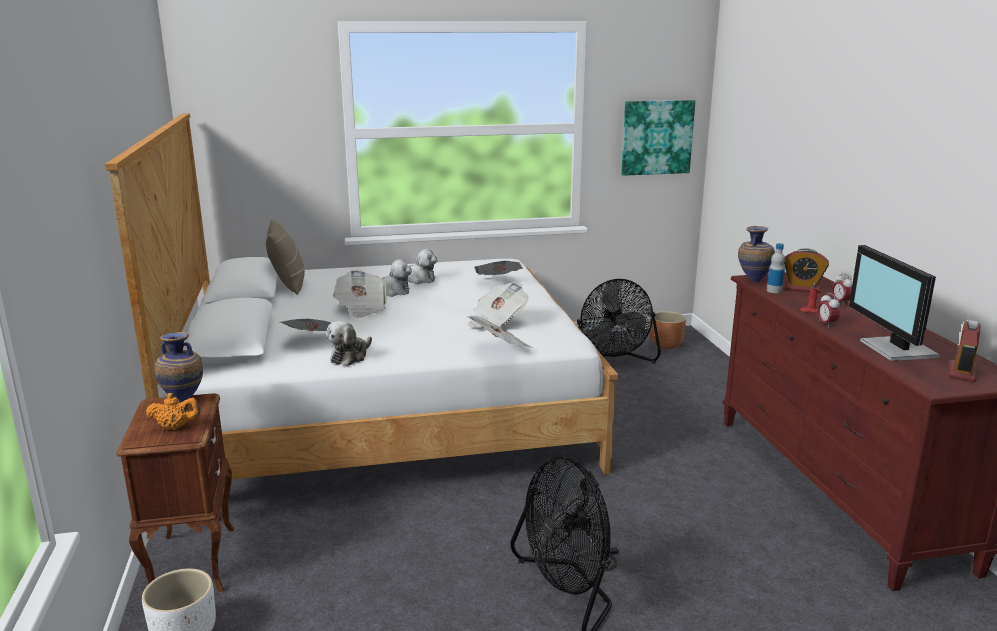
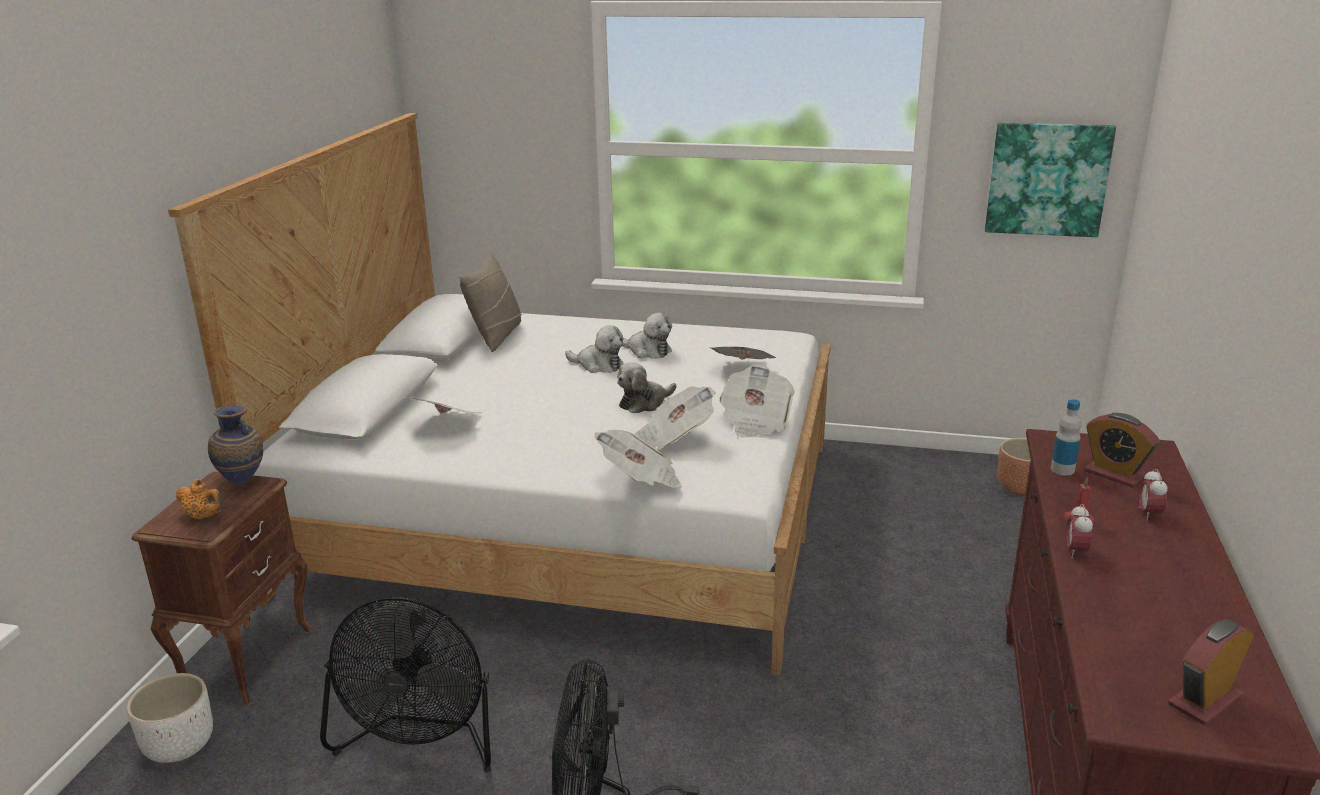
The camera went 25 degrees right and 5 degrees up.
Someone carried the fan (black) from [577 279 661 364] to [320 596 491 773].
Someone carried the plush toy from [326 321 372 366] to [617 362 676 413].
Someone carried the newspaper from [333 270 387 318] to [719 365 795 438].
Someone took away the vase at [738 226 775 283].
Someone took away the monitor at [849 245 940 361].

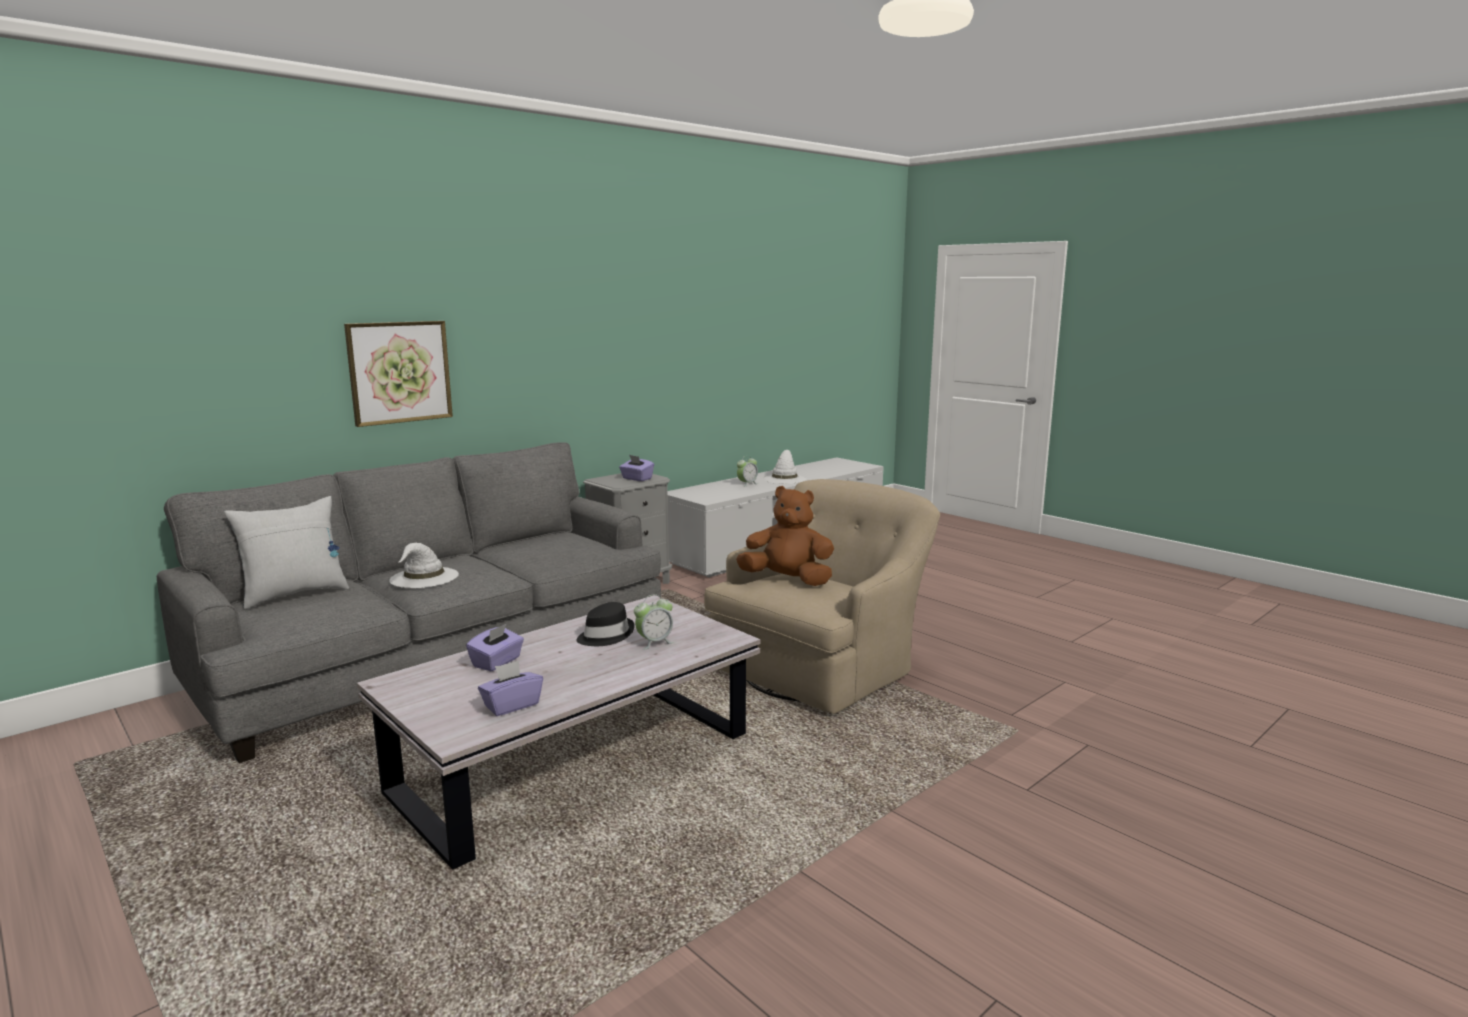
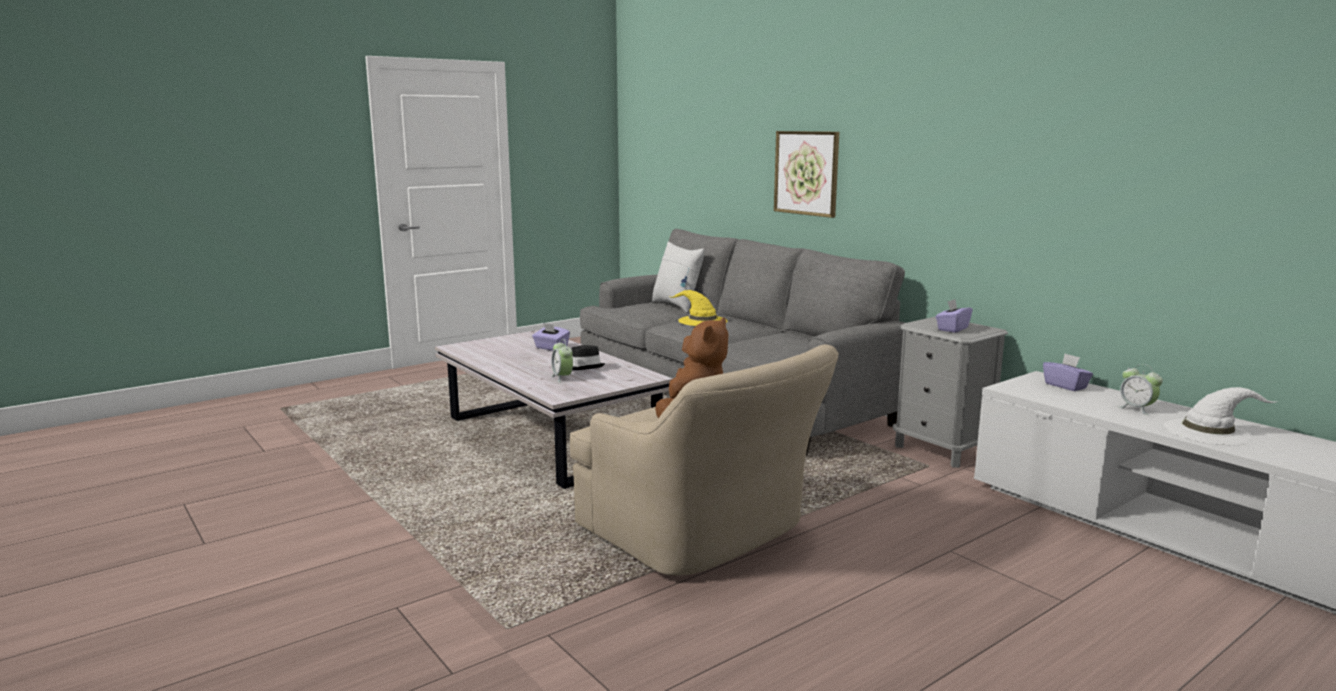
The camera went 95 degrees right and 0 degrees up.
Someone repainted the hat (white) at [389 543 459 588], which became the hat (yellow) at [668 290 728 326].
Someone carried the tissue box (purple) from [478 660 543 716] to [1043 353 1093 391].

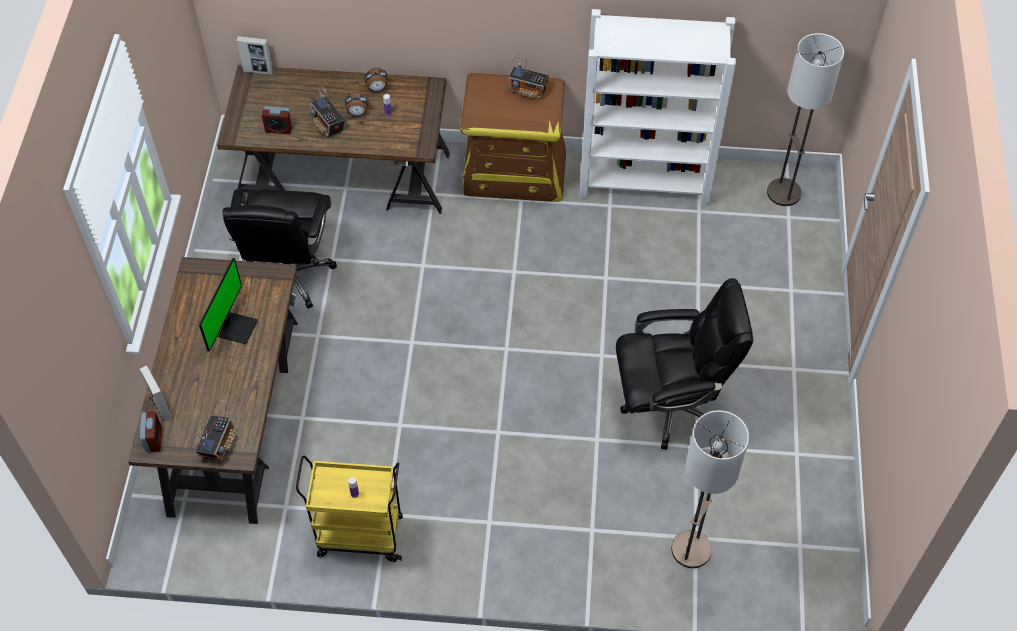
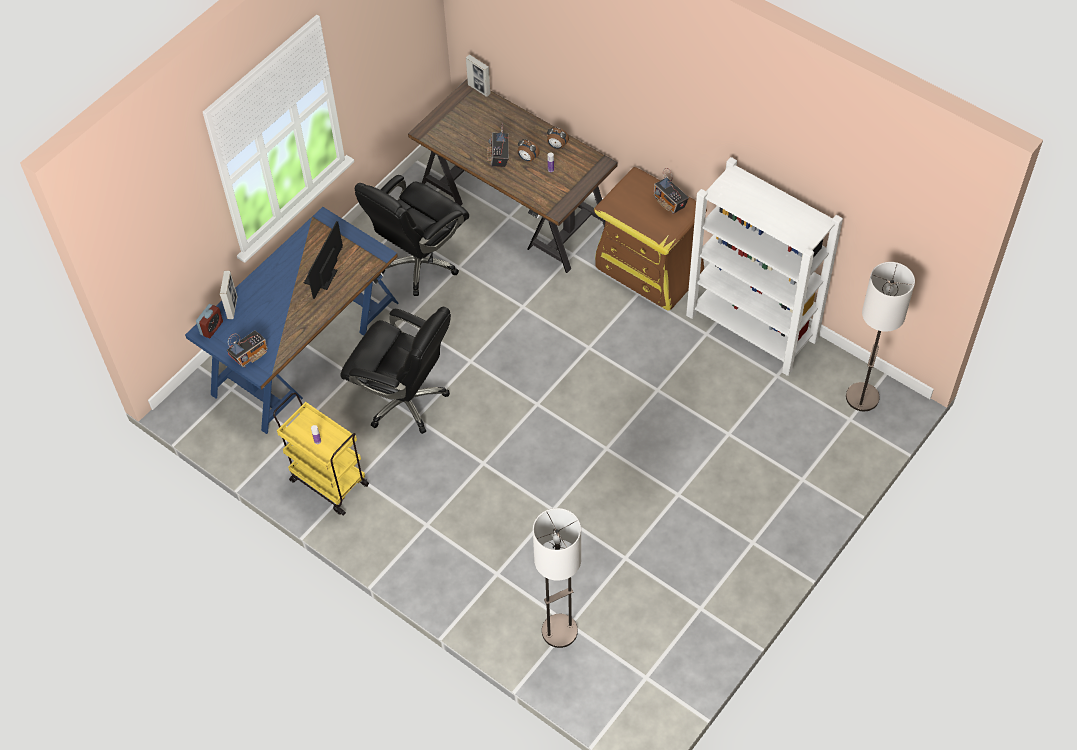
The camera went 35 degrees right and 0 degrees up.
Someone repainted the desk (brown) at [128 257 298 524], which became the desk (blue) at [185 207 398 434].
Someone rotated the monitor at [199 258 258 351] by 150 degrees clockwise.
Someone carried the office chair (black) from [616 278 753 450] to [340 307 451 434].
Someone took away the alarm clock at [262 106 293 134].

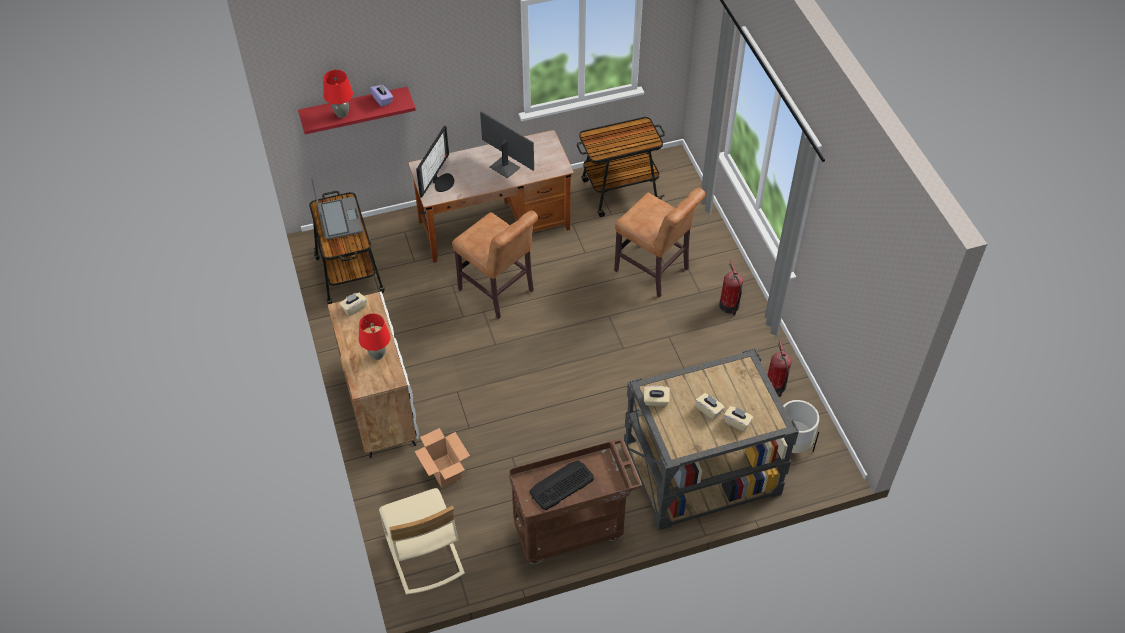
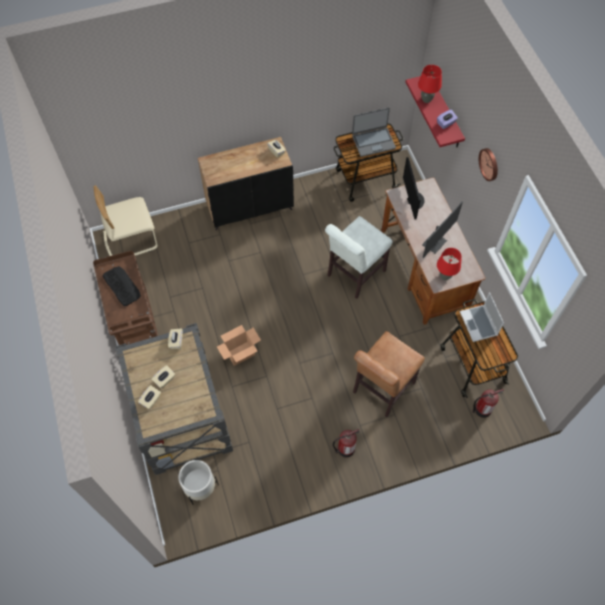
The camera went 90 degrees right and 10 degrees up.
Someone repainted the cabinet (white) at [328 291 419 458], which became the cabinet (black) at [198 137 294 230].
Someone carried the cardboard box from [414 428 470 488] to [217 325 261 366].
Someone repainted the chair (brown) at [452 210 538 319], which became the chair (white) at [325 216 393 299].
Someone rotated the monitor at [416 126 454 198] by 120 degrees counterclockwise.
Someone carried the table lamp (red) from [359 313 390 360] to [437 248 462 280].
Someone put down the laptop at [460 292 504 342].
Someone carried the fire extinguisher from [767 340 792 397] to [472 389 504 418].
Someone put up the wall clock at [479 148 498 181].

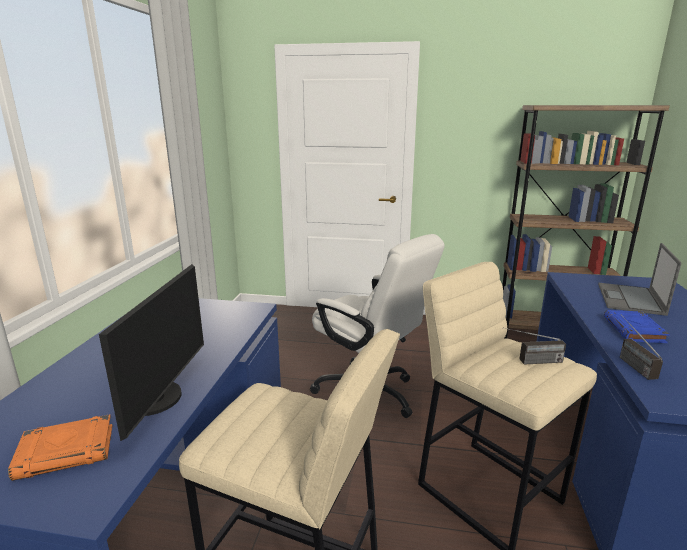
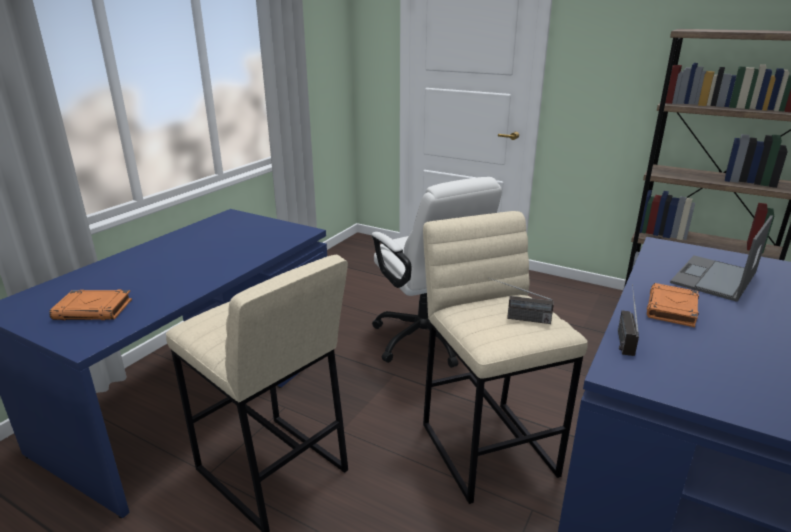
The camera went 20 degrees right and 5 degrees up.
Someone repainted the book (blue) at [604 310 670 343], which became the book (orange) at [647 283 699 327].
Someone took away the monitor at [99 264 204 441].

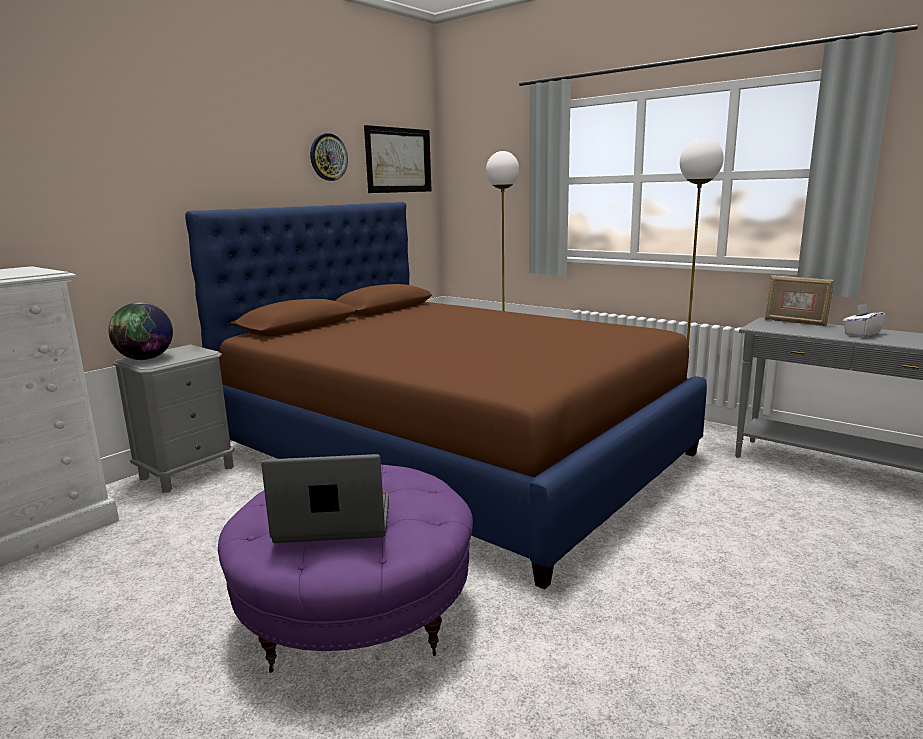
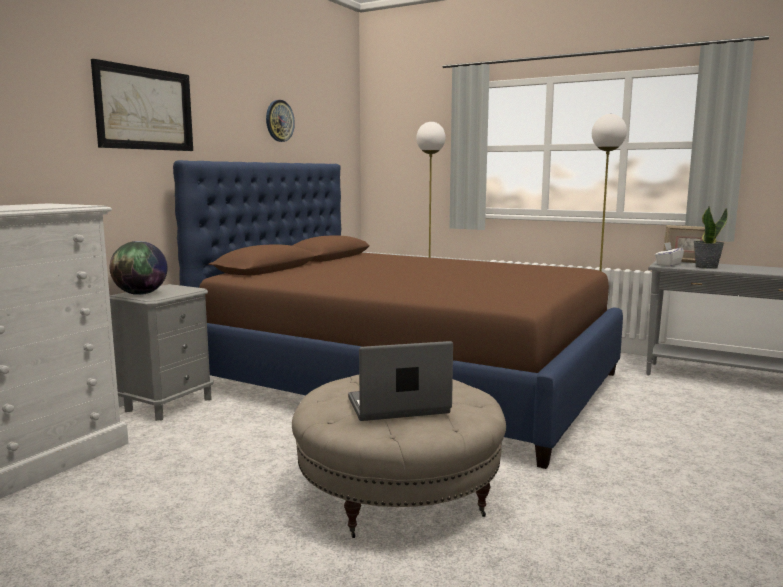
The camera went 10 degrees left and 5 degrees down.
Someone carried the picture from [364 125 431 193] to [91 59 193 151].
Someone repainted the ottoman (purple) at [218 464 473 673], which became the ottoman (beige) at [292 375 506 538].
Someone carried the tissue box (white) from [843 304 886 337] to [655 242 684 267].
Someone put down the potted plant at [693 206 727 269].

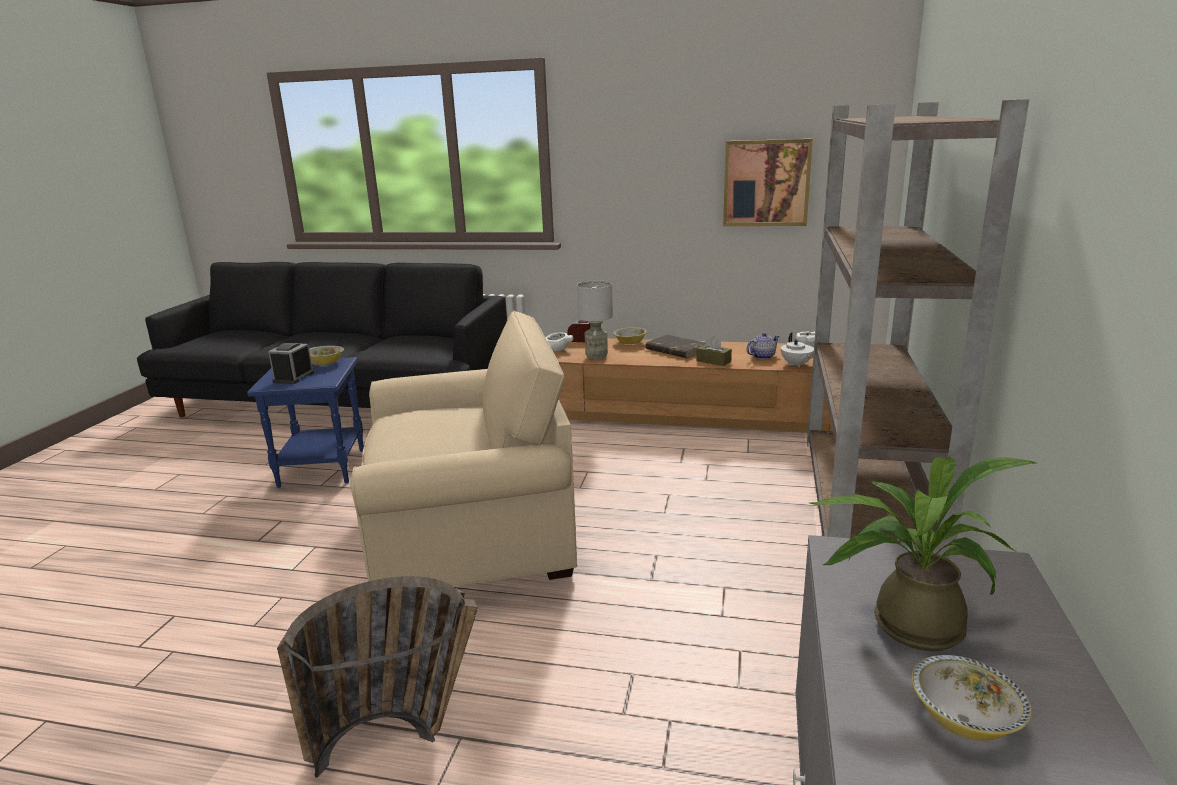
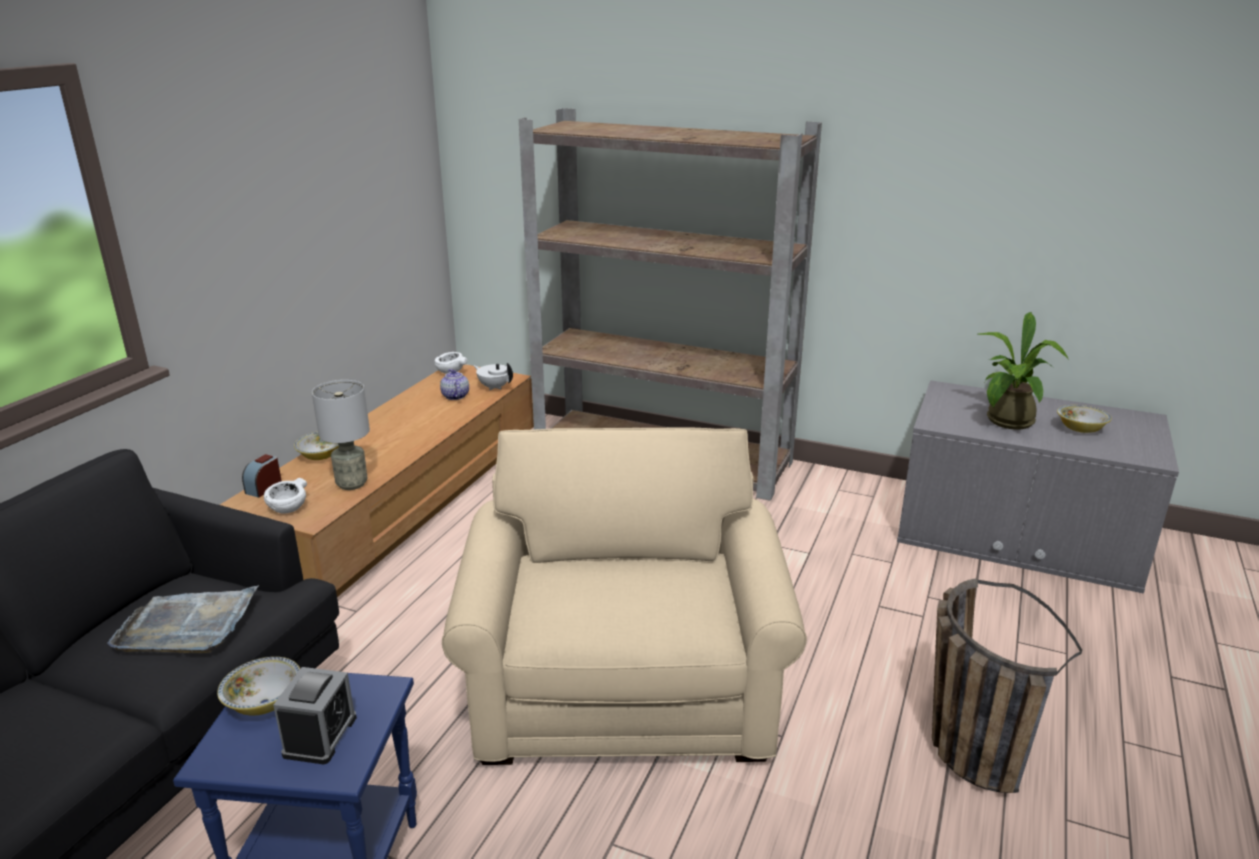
The camera went 80 degrees left and 5 degrees up.
Someone put down the tray (grey) at [107 585 259 653].
Someone rotated the alarm clock at [268 343 314 384] by 105 degrees counterclockwise.
Someone rotated the teapot (white) at [781 332 814 368] by 150 degrees counterclockwise.
Someone took away the book (brown) at [645 335 705 358].
Someone took away the tissue box (brown) at [696 336 732 366].
Someone took away the picture at [723 139 813 226].

